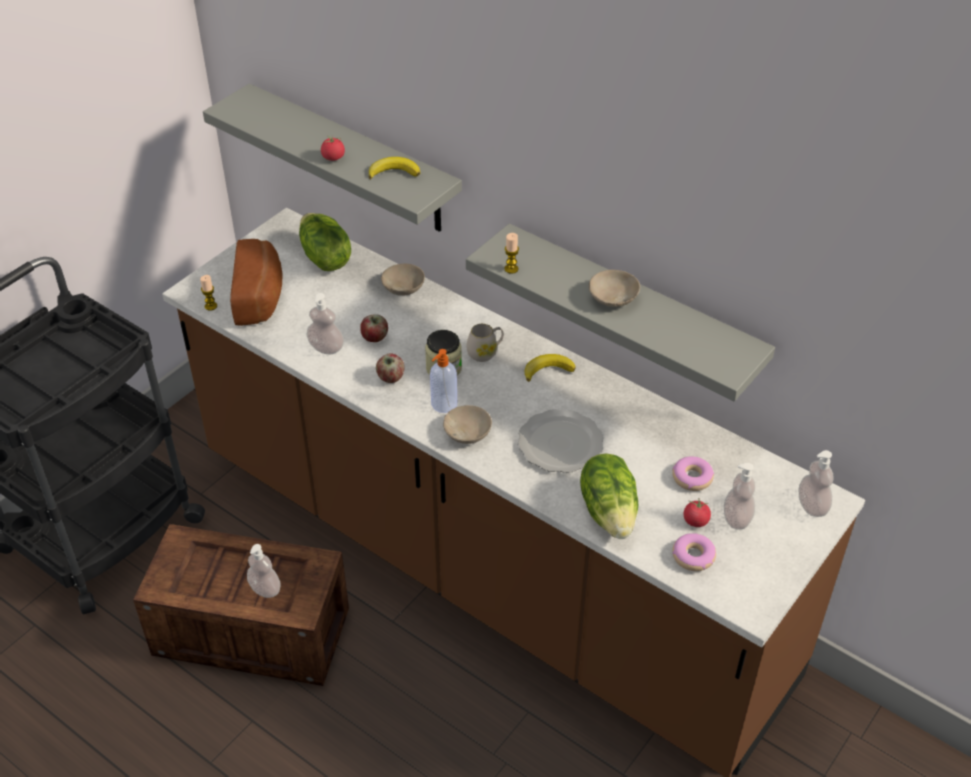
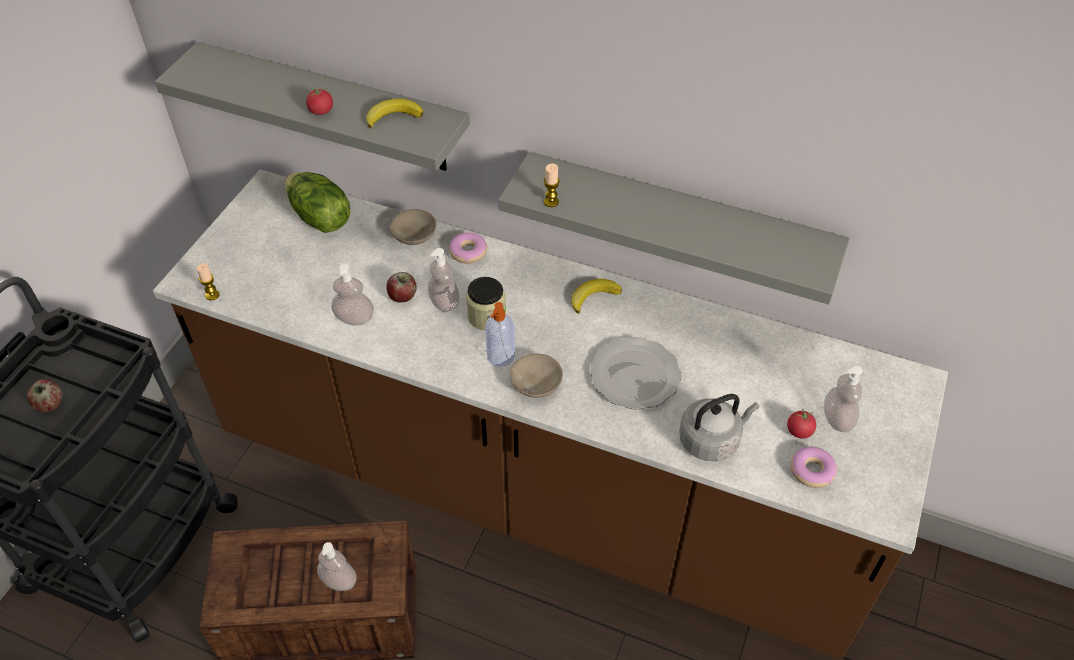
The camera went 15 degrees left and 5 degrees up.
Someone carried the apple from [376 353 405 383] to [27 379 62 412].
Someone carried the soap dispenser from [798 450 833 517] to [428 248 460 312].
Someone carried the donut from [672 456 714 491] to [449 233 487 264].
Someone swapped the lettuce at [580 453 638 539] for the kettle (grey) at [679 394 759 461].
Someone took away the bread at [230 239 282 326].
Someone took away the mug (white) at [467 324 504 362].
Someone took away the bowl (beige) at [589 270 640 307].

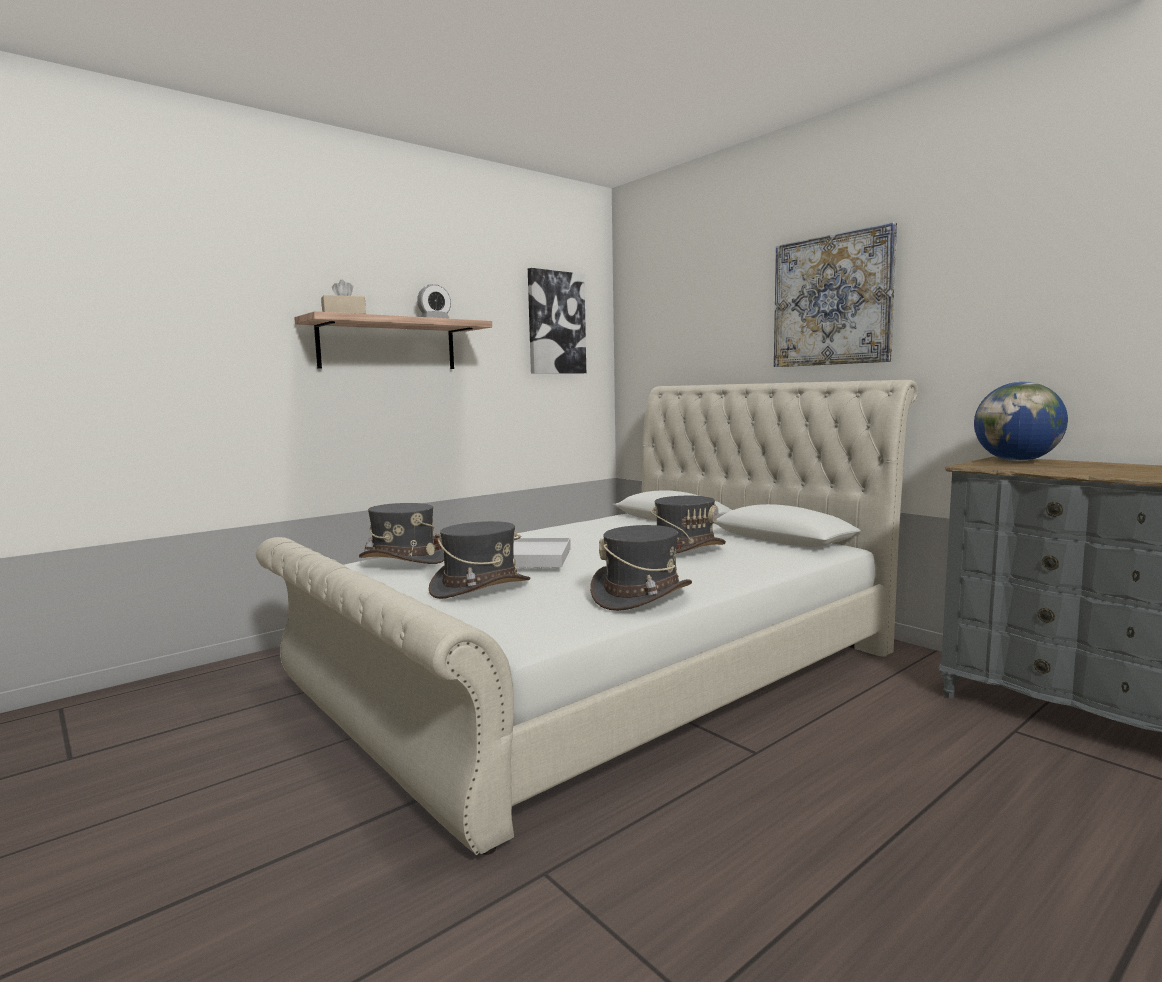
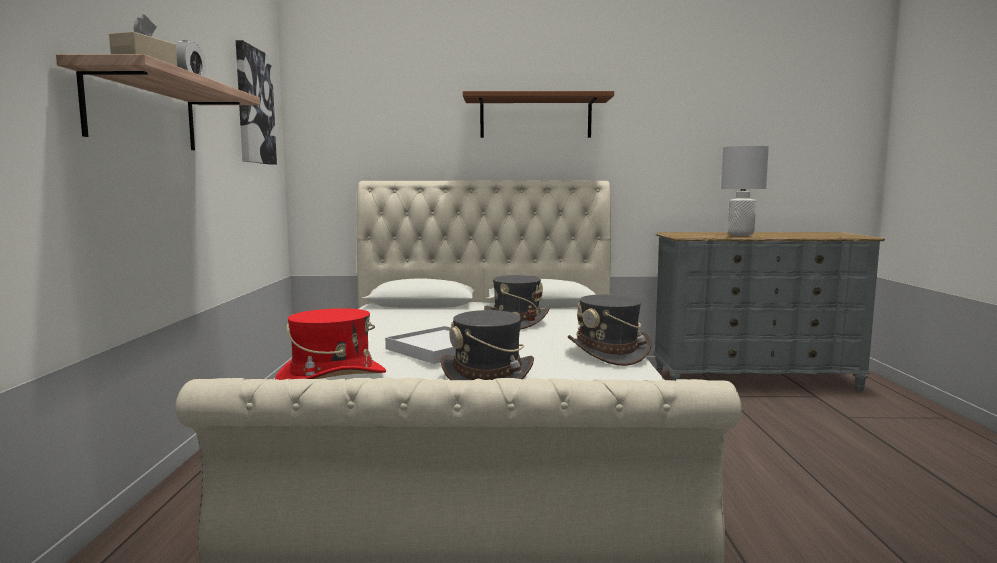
The camera went 50 degrees left and 0 degrees up.
Someone repainted the hat (grey) at [359 503 444 564], which became the hat (red) at [275 308 386 380].
Someone swapped the picture at [774 222 897 367] for the shelf (brown) at [463 91 614 138].
Someone put down the table lamp (grey) at [721 146 769 236].
Someone took away the globe at [974 382 1068 461].

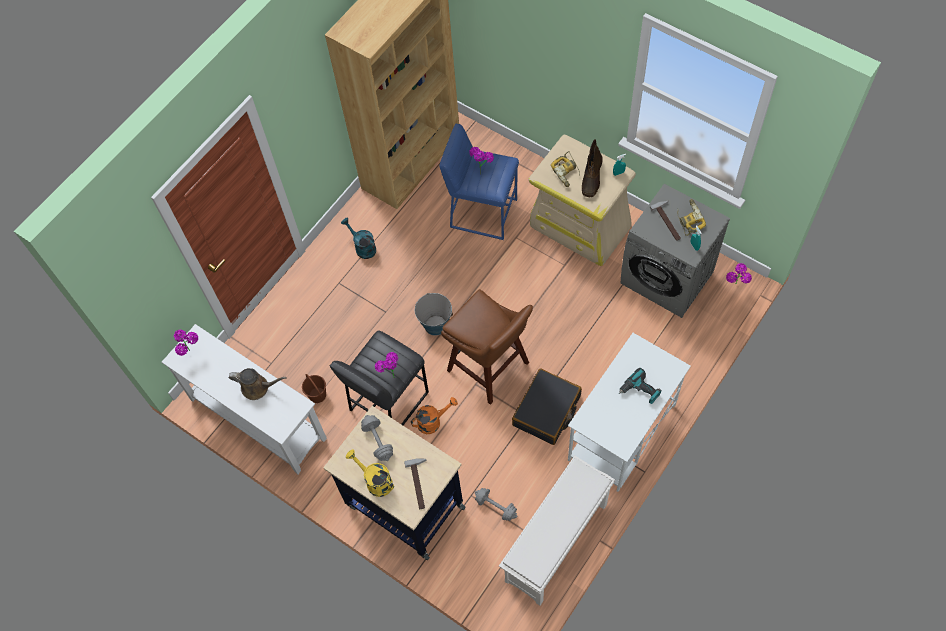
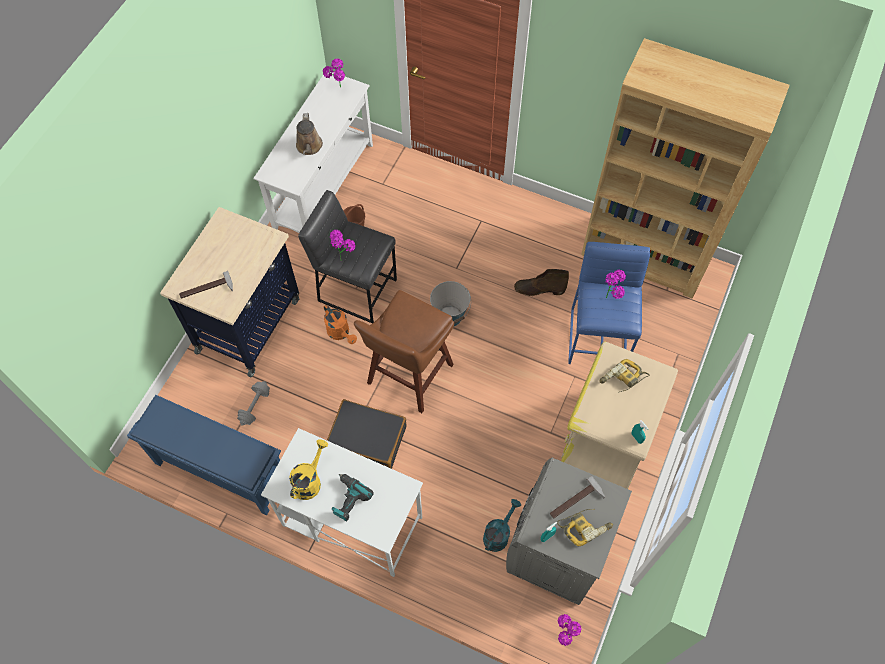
The camera went 75 degrees right and 0 degrees up.
Someone repainted the shoe rack (white) at [499 456 615 606], which became the shoe rack (blue) at [127 395 281 515].
Someone carried the watering can (yellow) from [346 449 394 497] to [289 439 328 500].
Someone carried the watering can (turquoise) from [341 218 376 259] to [483 499 521 552].
Someone carried the boot (brown) from [582 139 603 197] to [514 269 569 296].
Someone took away the dumbbell (grey) at [361 415 393 461].

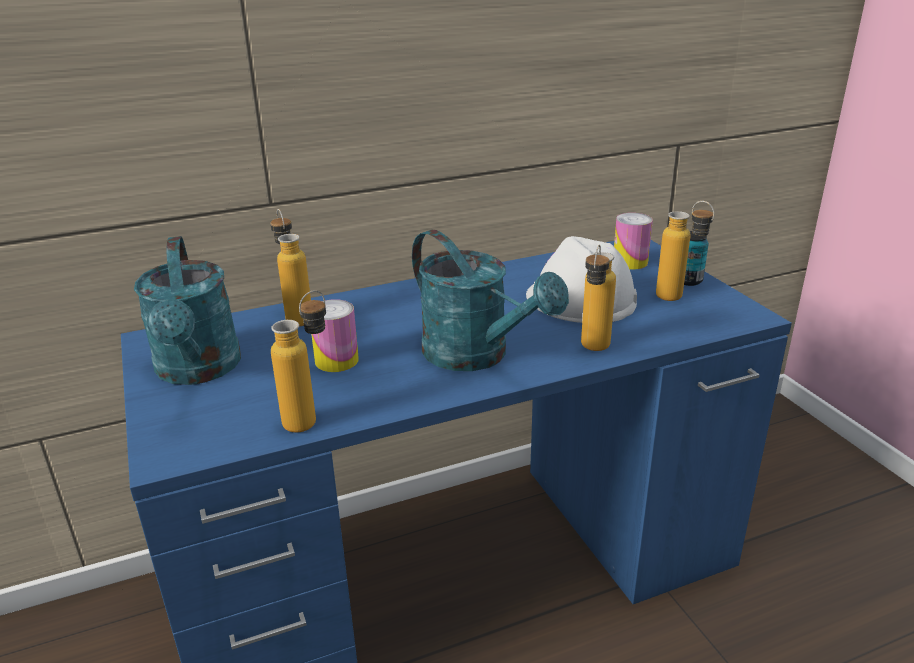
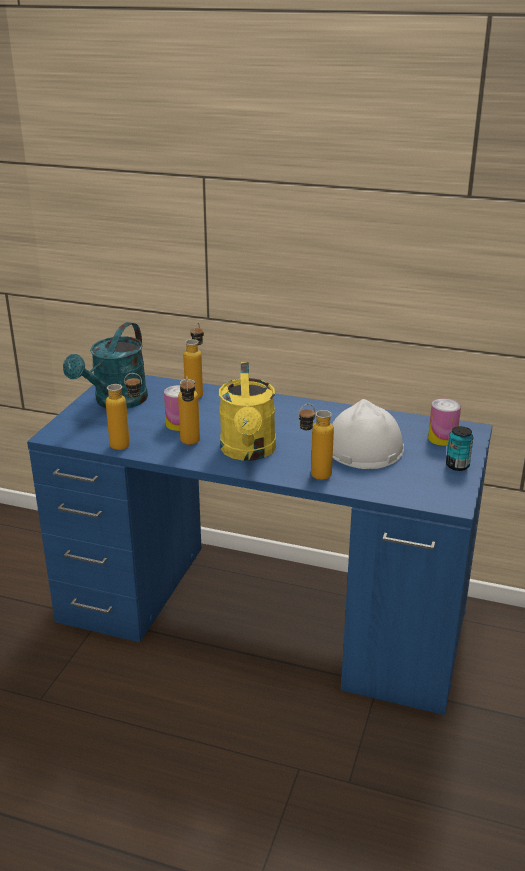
The camera went 40 degrees right and 0 degrees up.
Someone carried the bottle from [656 201 714 301] to [178 376 200 445].
Someone repainted the watering can (turquoise) at [412 230 569 371], which became the watering can (yellow) at [219 362 276 461].

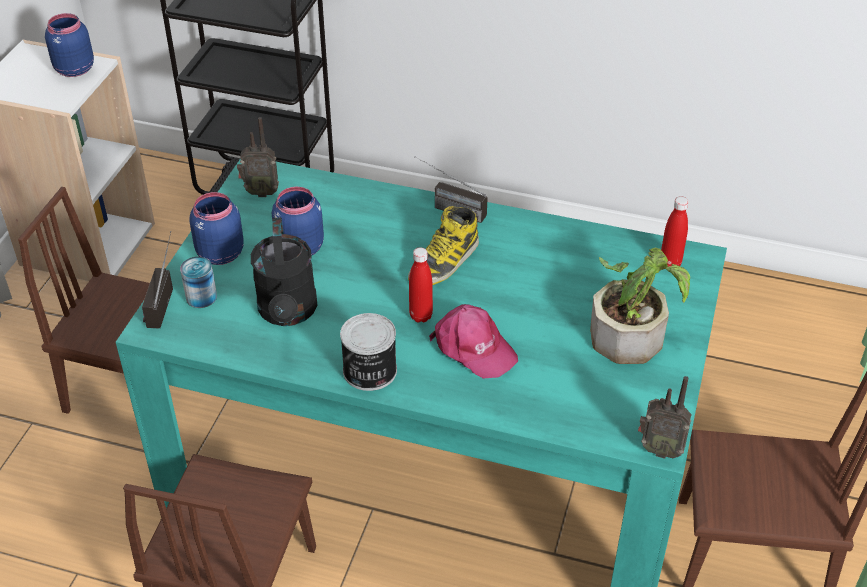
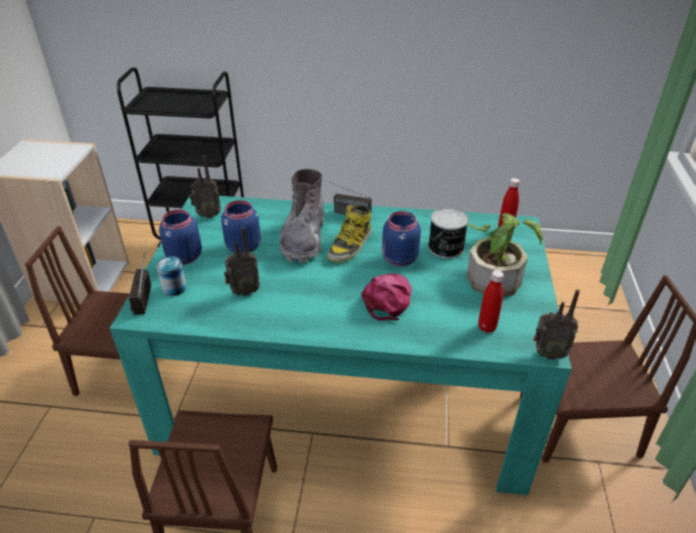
The camera went 10 degrees left and 5 degrees down.
Someone swapped the watering can (black) at [251 217 317 326] for the radio at [224 227 260 296].
Someone put down the boot (grey) at [280 169 324 263].
Someone rotated the cap (pink) at [429 304 518 379] by 105 degrees counterclockwise.
Someone carried the jar (blue) from [45 13 94 77] to [382 211 421 267].
Someone carried the can from [340 313 397 391] to [428 208 469 259].
Someone carried the bottle (red) from [409 248 433 323] to [478 270 504 333].

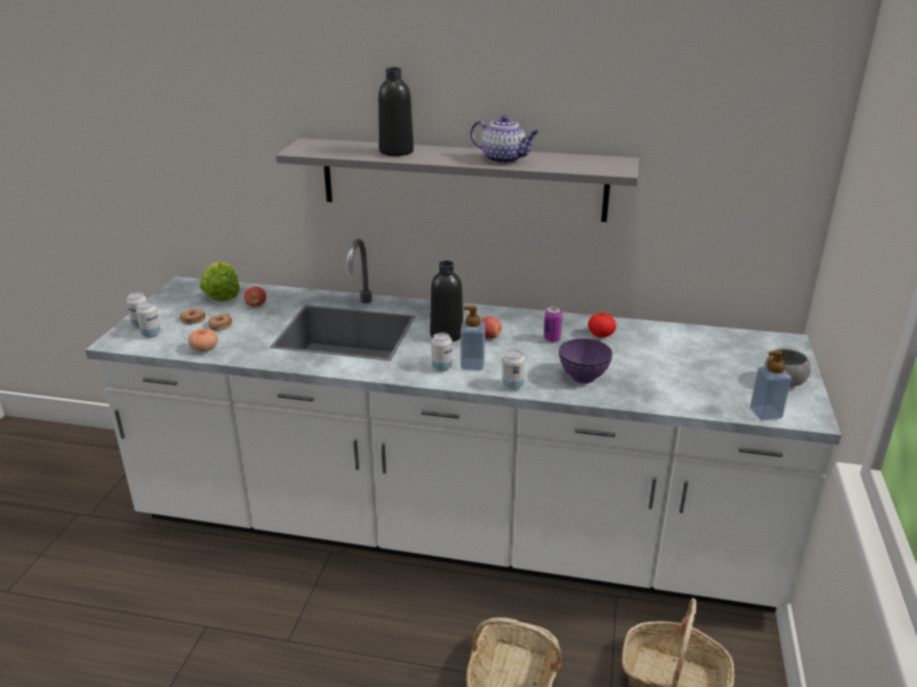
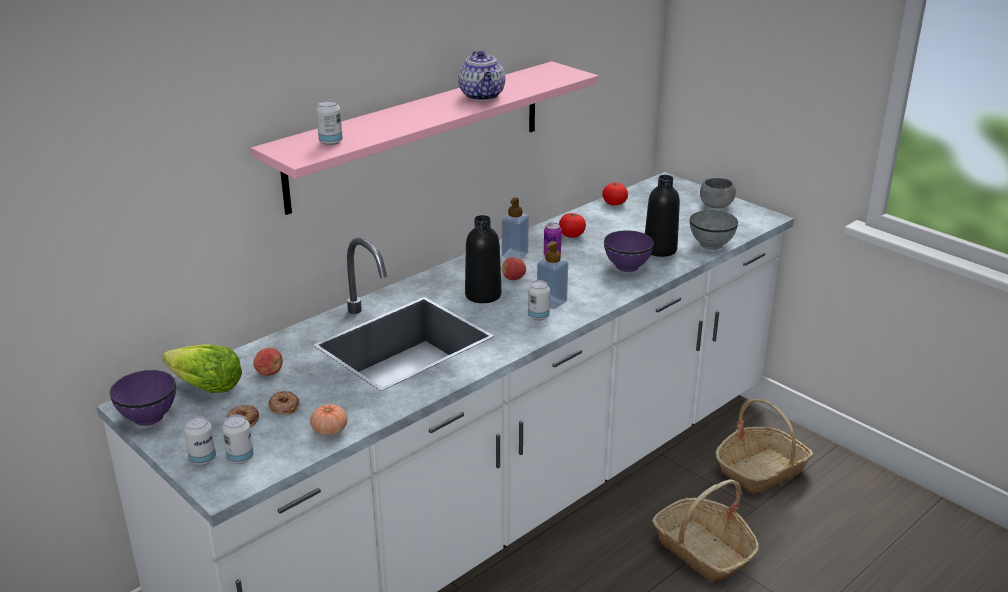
The camera went 55 degrees left and 0 degrees up.
Someone put down the bowl (purple) at [110 370 176 426].
Someone repainted the shelf (grey) at [276 138 639 222], which became the shelf (pink) at [251 61 598 215].
Someone carried the can from [503 350 525 390] to [316 100 343 145].
Someone rotated the teapot at [470 115 539 164] by 105 degrees clockwise.
Someone carried the soap dispenser from [750 350 792 421] to [502 197 529 259].
Someone put down the tomato at [602 183 628 205].
Someone carried the bottle (black) from [378 67 414 156] to [645 175 680 257].
Someone put down the bowl (grey) at [690 210 738 250].

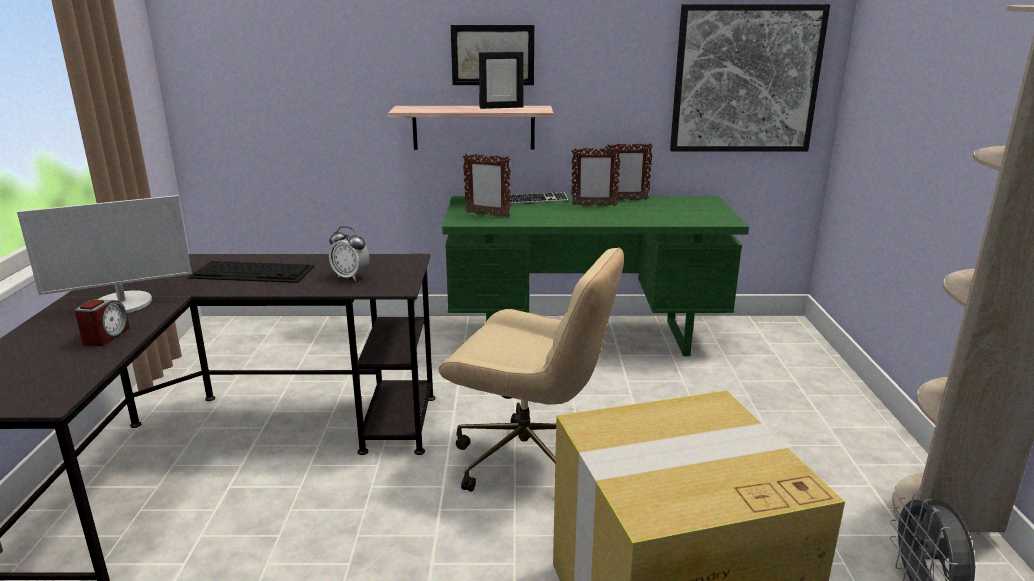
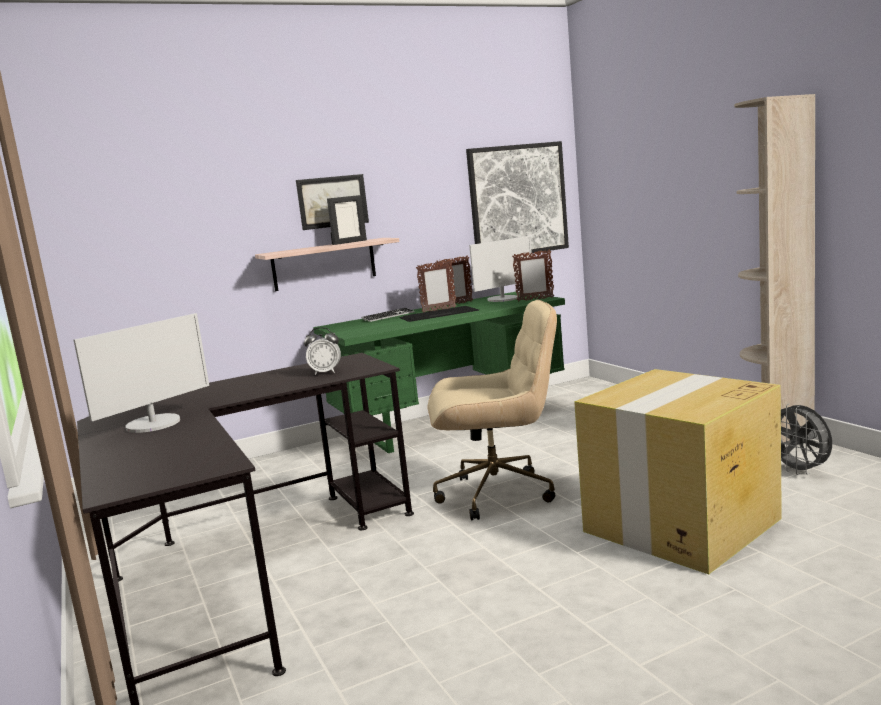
The camera went 25 degrees left and 10 degrees down.
Someone carried the keyboard from [188 261 315 283] to [400 306 479 322].
Someone put down the monitor at [469 236 532 302].
Someone carried the picture frame from [463 154 510 218] to [512 249 554 301].
Someone took away the alarm clock at [74 299 130 346].

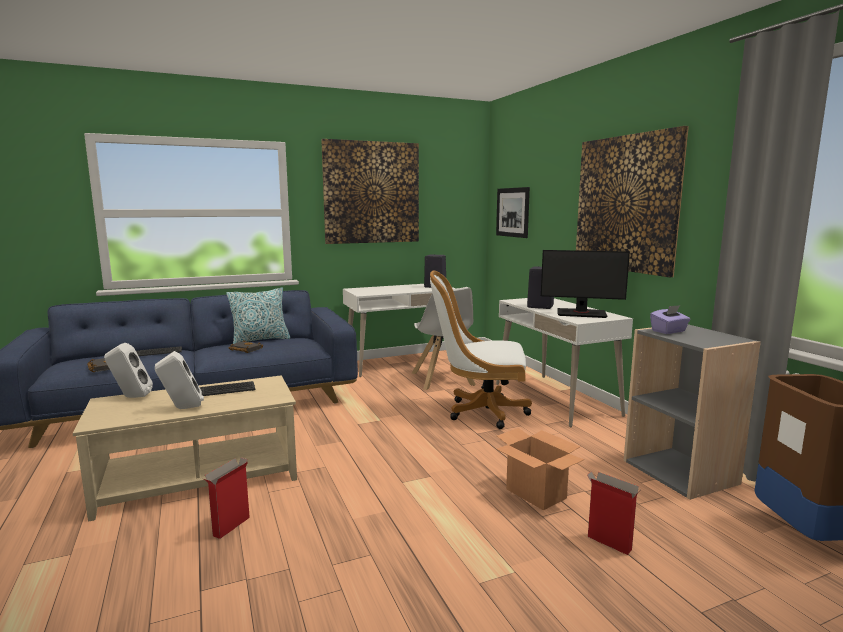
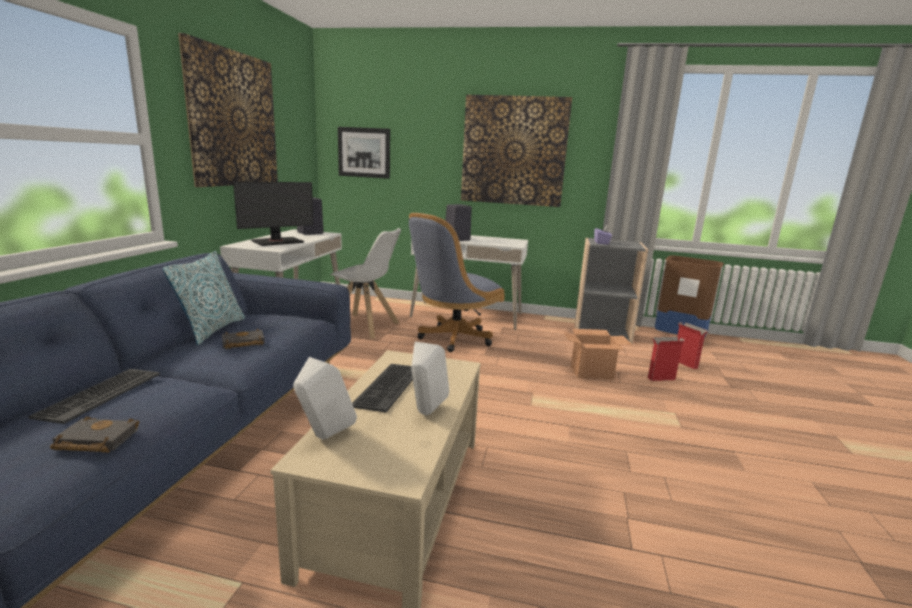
The camera went 55 degrees left and 5 degrees up.
Someone carried the monitor from [541 250 630 318] to [233 182 314 246].
Someone repainted the office chair (white) at [430 270 532 429], which became the office chair (blue) at [409 213 505 352].
Someone carried the cardboard box from [204 457 250 539] to [677 322 708 369].

